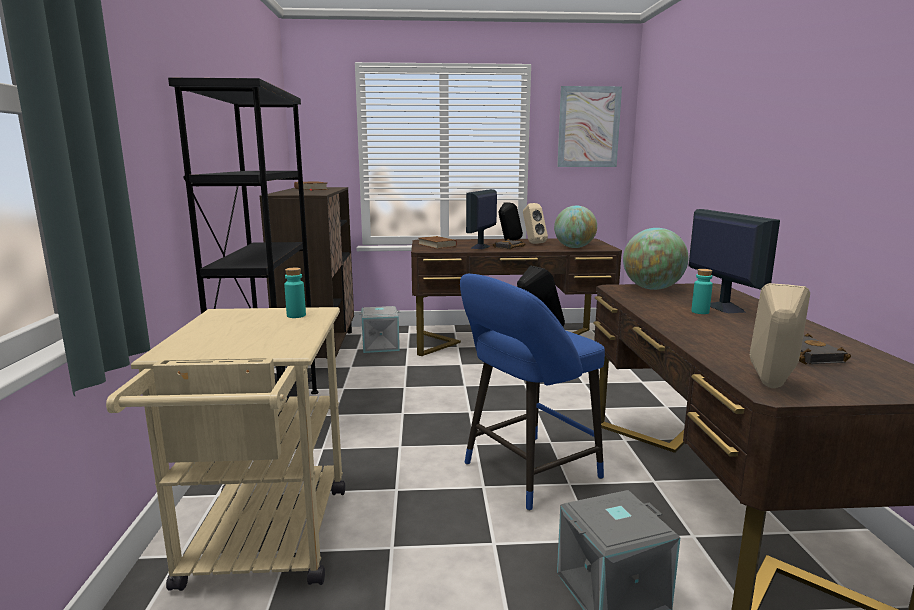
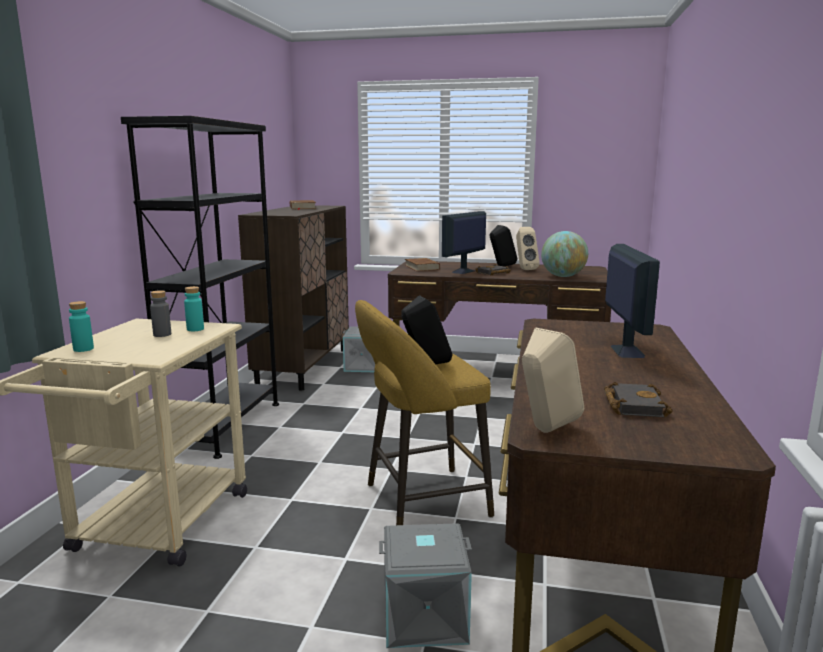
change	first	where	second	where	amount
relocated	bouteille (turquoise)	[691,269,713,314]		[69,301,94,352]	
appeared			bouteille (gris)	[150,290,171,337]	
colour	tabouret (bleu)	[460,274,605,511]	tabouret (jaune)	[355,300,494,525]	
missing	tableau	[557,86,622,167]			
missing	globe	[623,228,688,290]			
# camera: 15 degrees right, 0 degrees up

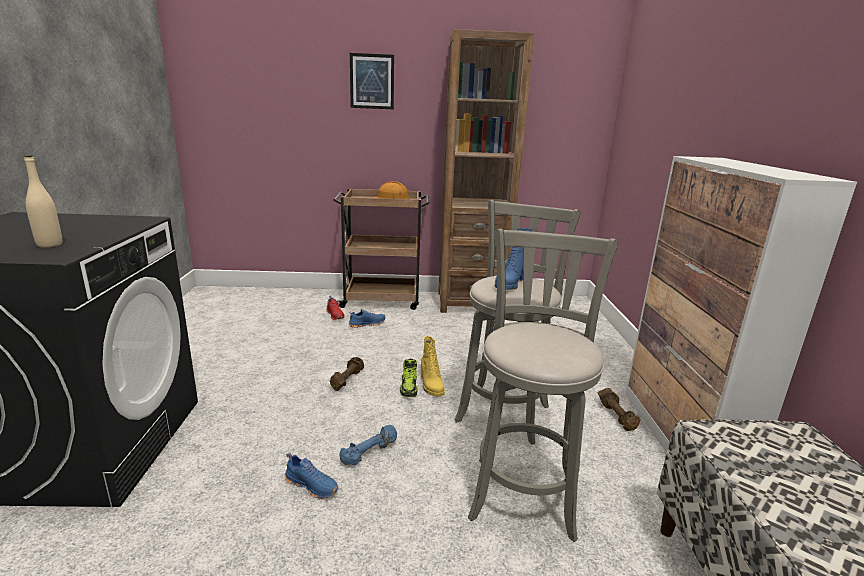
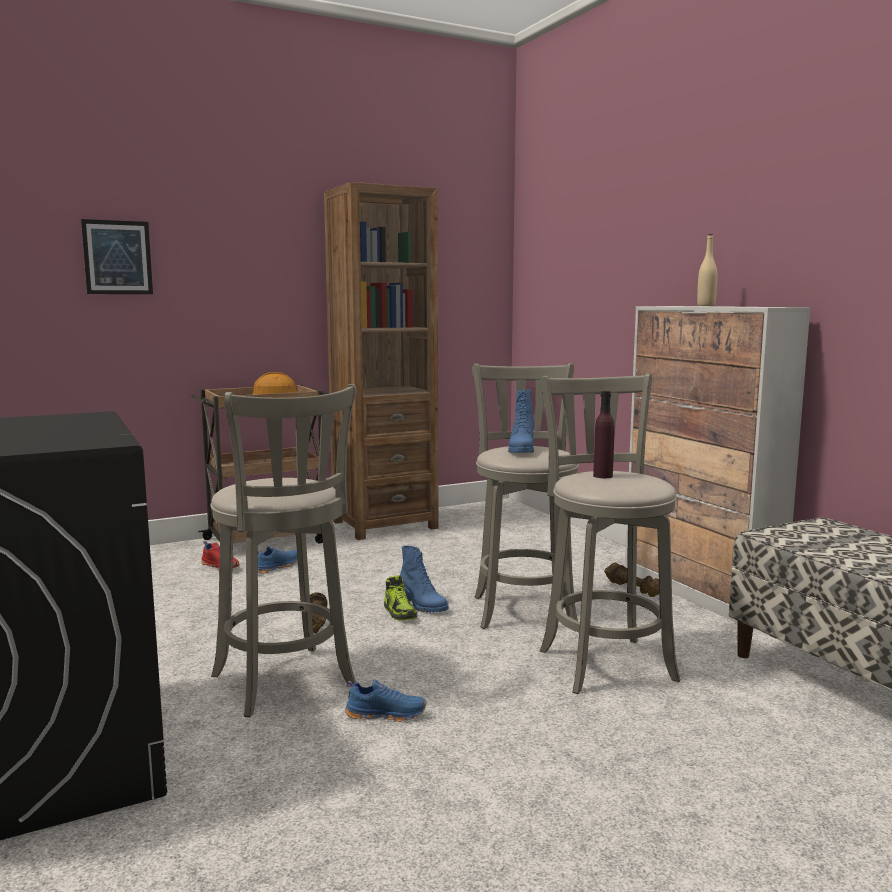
change	first	where	second	where	amount
relocated	tableau	[350,53,394,109]		[81,219,153,294]	
appeared			tabouret (gris)	[210,384,356,717]	
colour	botte (jaune)	[421,336,445,397]	botte (bleu)	[400,546,449,613]	
appeared			bouteille (violet)	[593,391,614,478]	
relocated	bouteille (beige)	[24,155,62,248]		[697,234,718,306]	
missing	haltère (bleu)	[340,425,397,466]			
# camera: 25 degrees left, 10 degrees down

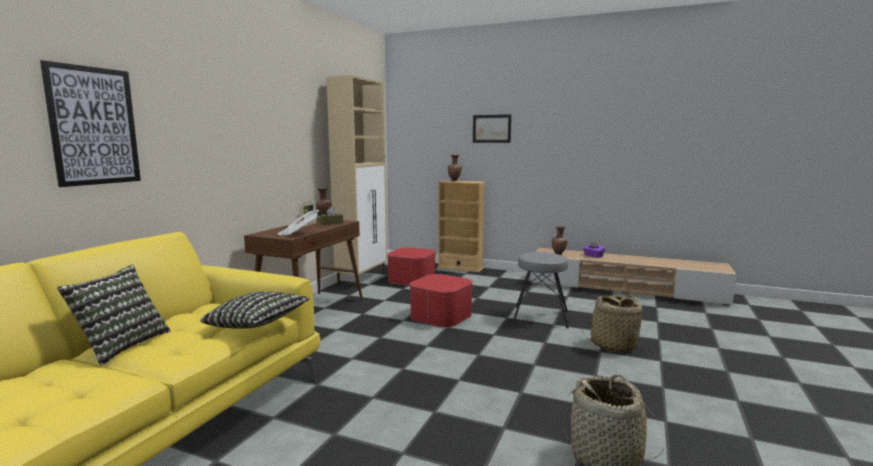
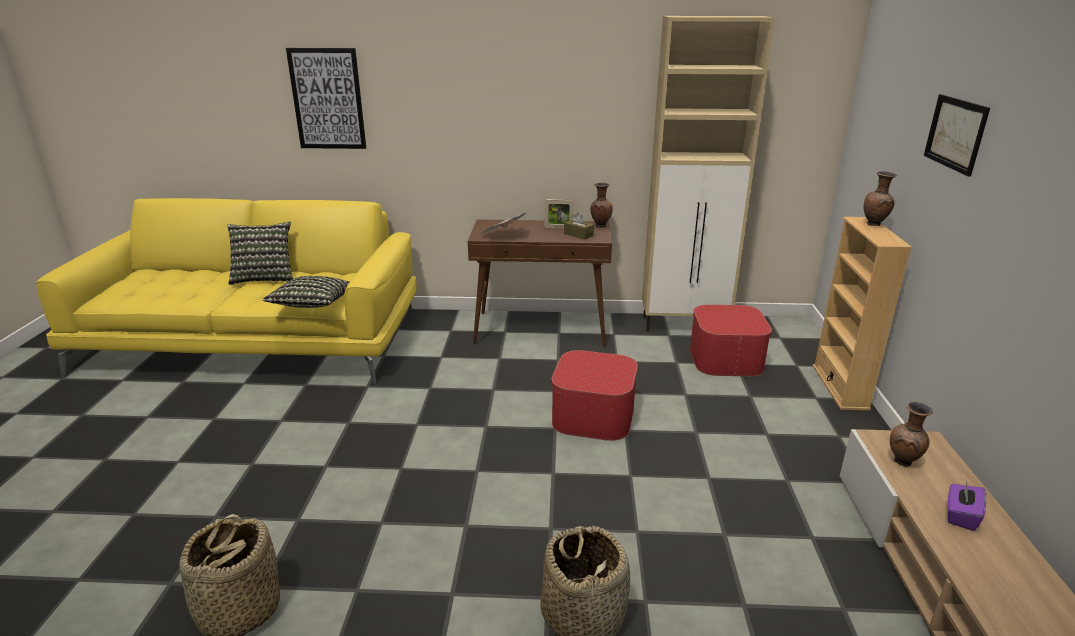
change	first	where	second	where	amount
missing	tabouret (gris)	[512,252,569,328]			
# camera: 70 degrees right, 15 degrees up

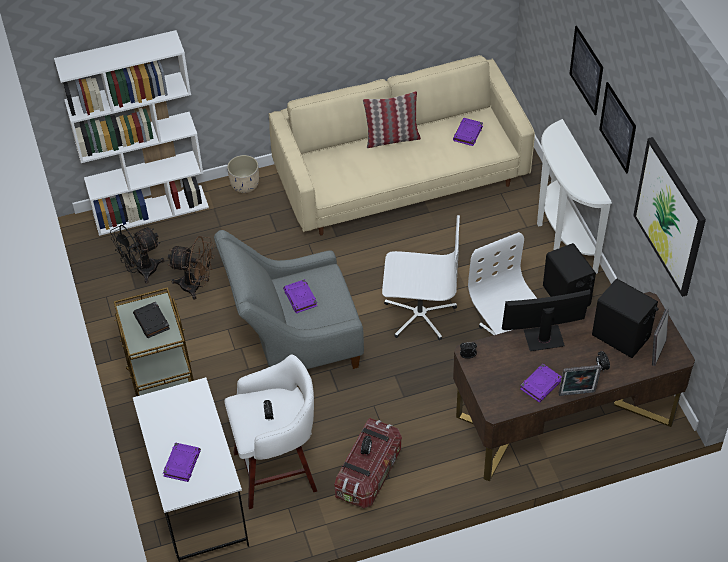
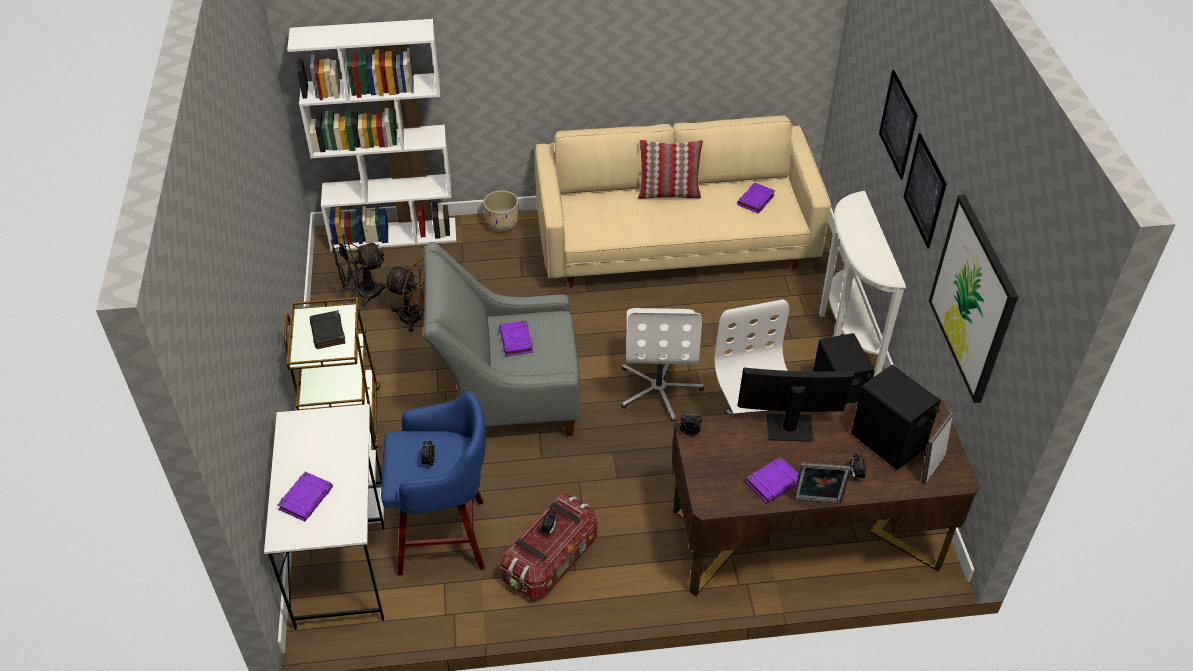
change	first	where	second	where	amount
colour	tabouret (blanc)	[225,355,317,509]	tabouret (bleu)	[381,390,486,576]	
spun	chaise de bureau (blanc)	[382,215,460,340]		[621,308,704,422]	75 degrees clockwise
# camera: 10 degrees right, 5 degrees down

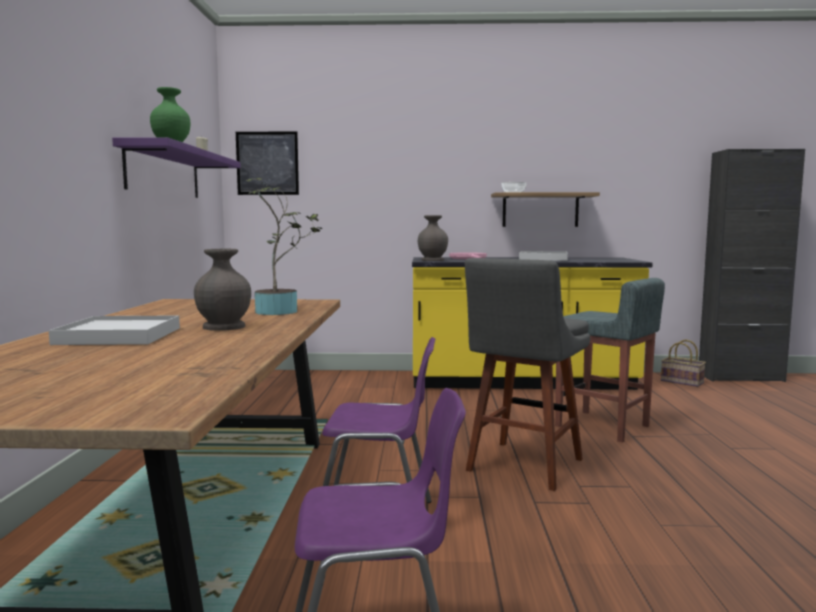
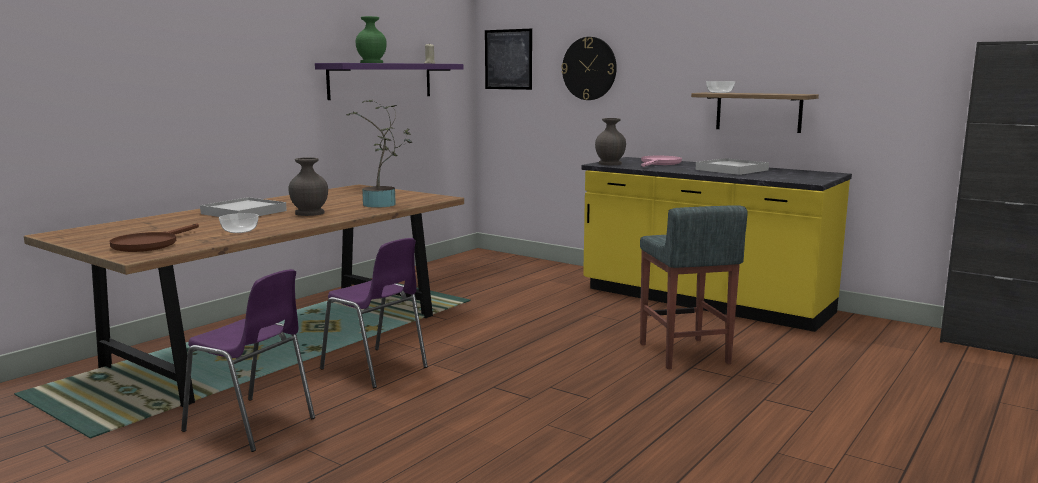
change	first	where	second	where	amount
appeared			poêle (marron)	[110,223,199,252]	
appeared			bol	[219,213,259,233]	
appeared			horloge murale	[561,37,617,100]	
missing	tabouret (gris)	[465,258,590,491]			
missing	panier	[661,339,706,387]			
# camera: 35 degrees right, 5 degrees up

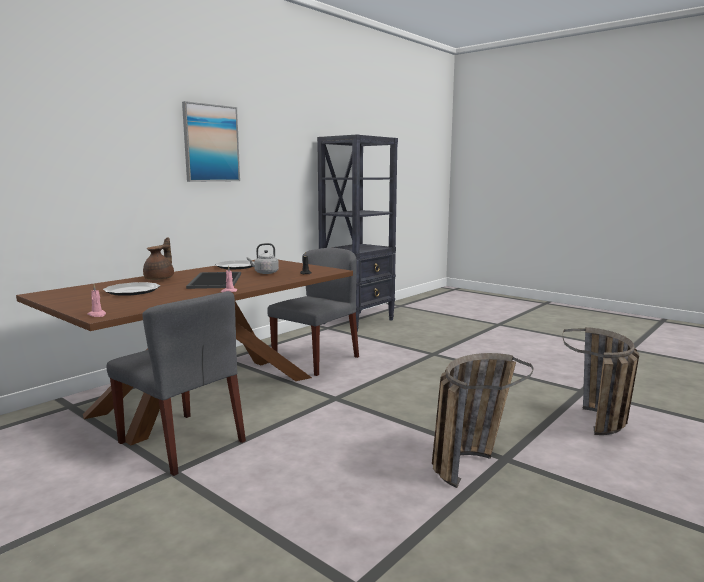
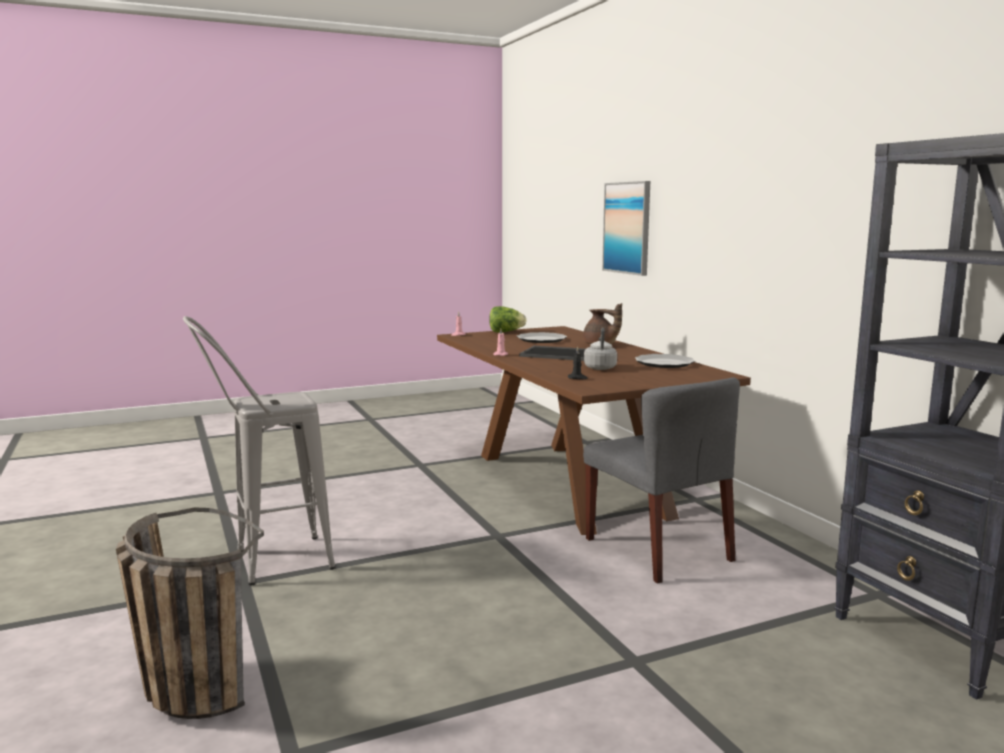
change	first	where	second	where	amount
exchanged	panier	[432,353,533,488]	tabouret (gris)	[183,316,335,585]	
appeared			laitue	[489,306,526,333]	
relocated	tableau	[182,101,240,182]		[602,181,650,276]	
missing	chaise (gris)	[107,291,246,476]			
# camera: 115 degrees right, 0 degrees up

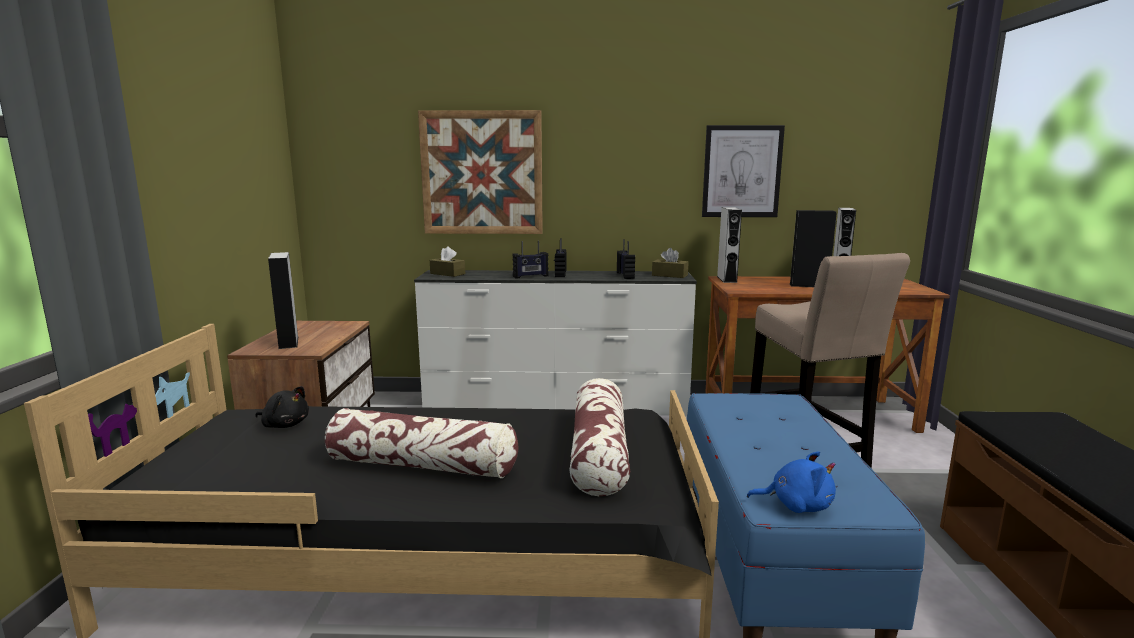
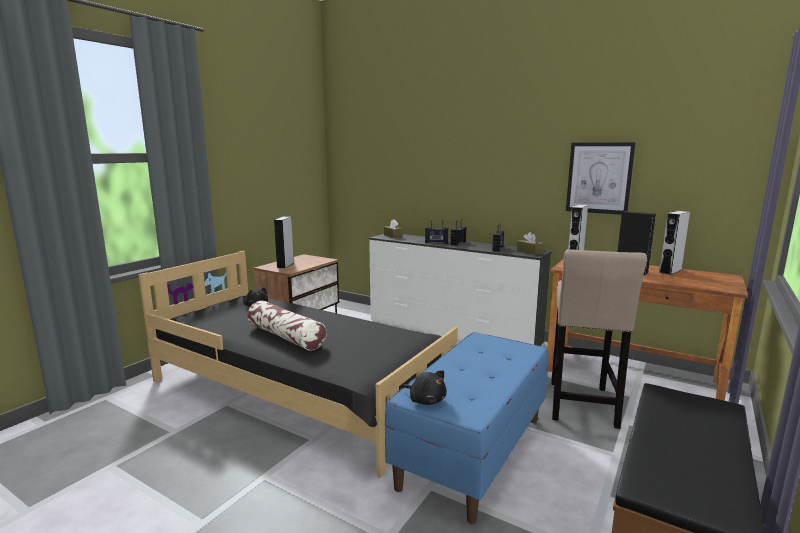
change	first	where	second	where	amount
colour	peluche (bleu)	[747,451,836,513]	peluche (noir)	[402,370,447,405]	
missing	tableau	[418,110,543,234]			
missing	coussin	[569,378,630,496]			
# camera: 30 degrees right, 0 degrees up

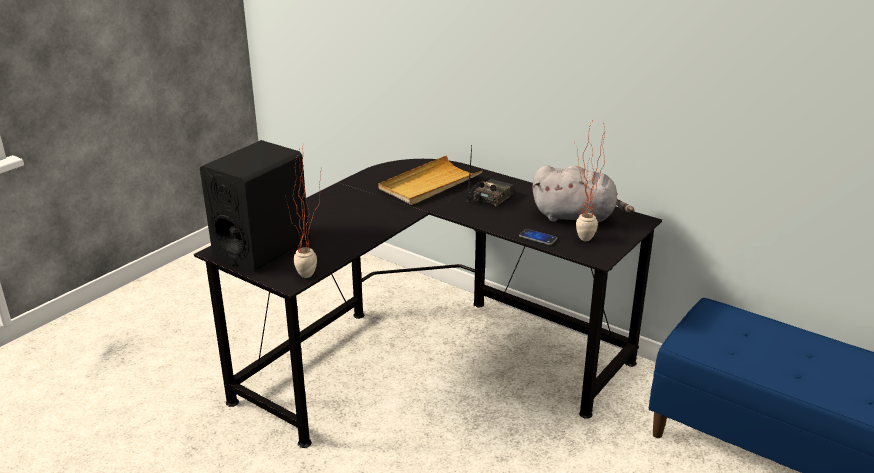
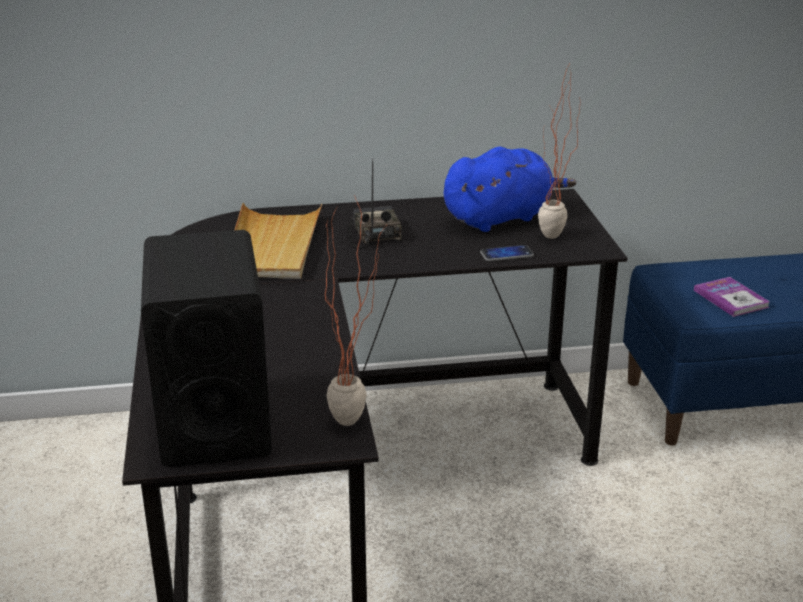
change	first	where	second	where	amount
colour	peluche (gris)	[532,165,635,223]	peluche (bleu)	[444,147,576,232]	
appeared			livre	[694,277,770,317]	
# camera: 45 degrees left, 0 degrees up

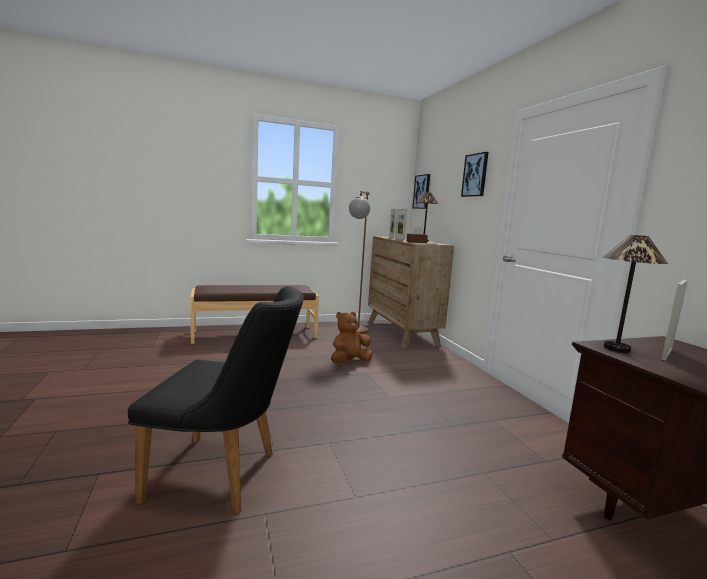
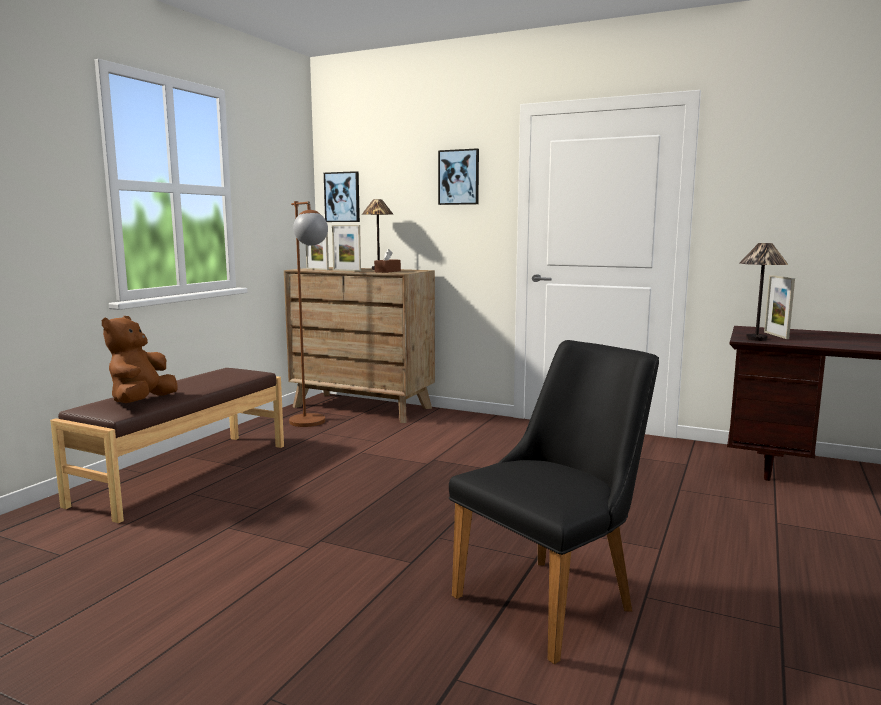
change	first	where	second	where	amount
relocated	peluche (marron)	[331,312,372,363]		[102,316,178,403]	
# camera: 45 degrees left, 0 degrees up

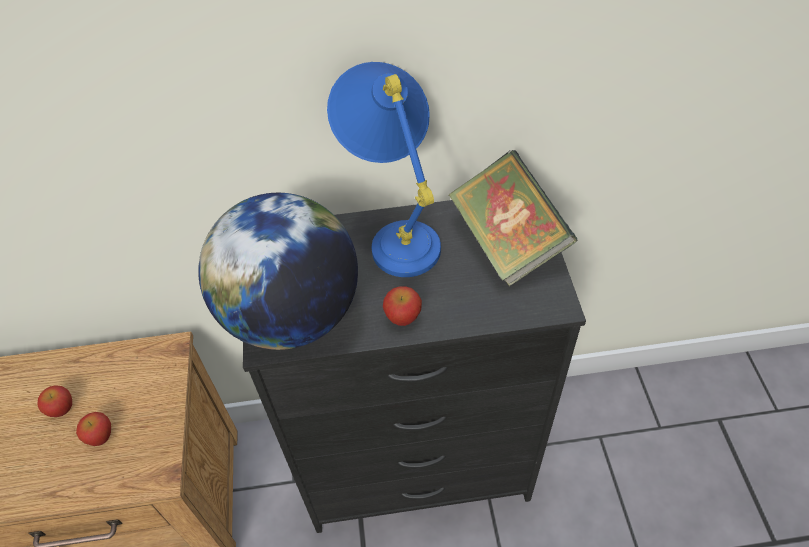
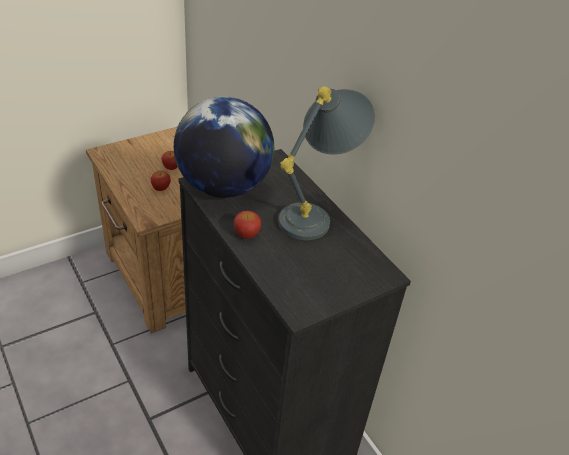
change	first	where	second	where	amount
colour	lampe de table (bleu)	[327,62,441,277]	lampe de table (gris)	[279,86,375,240]	
missing	livre	[448,150,577,286]			
# camera: 60 degrees right, 10 degrees down

